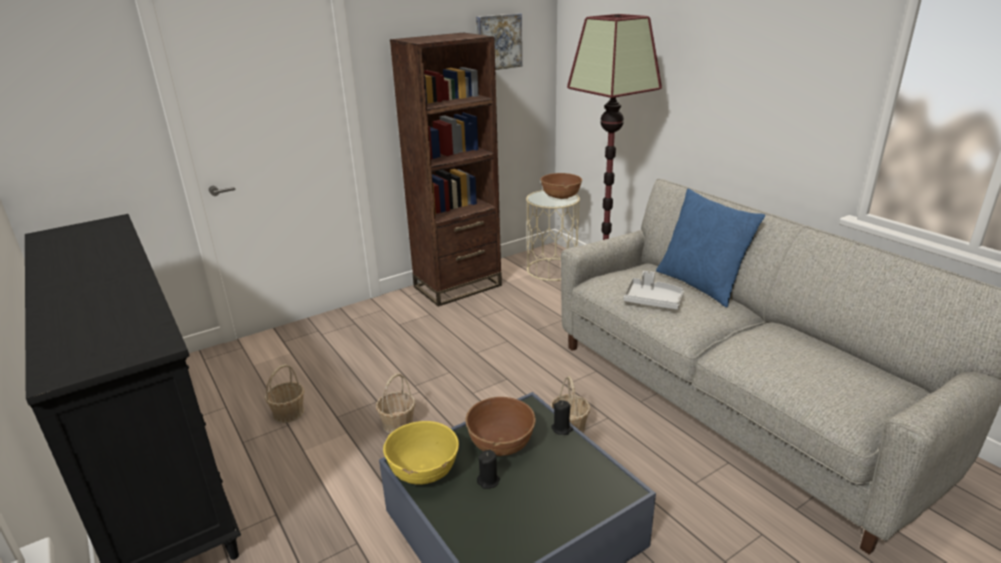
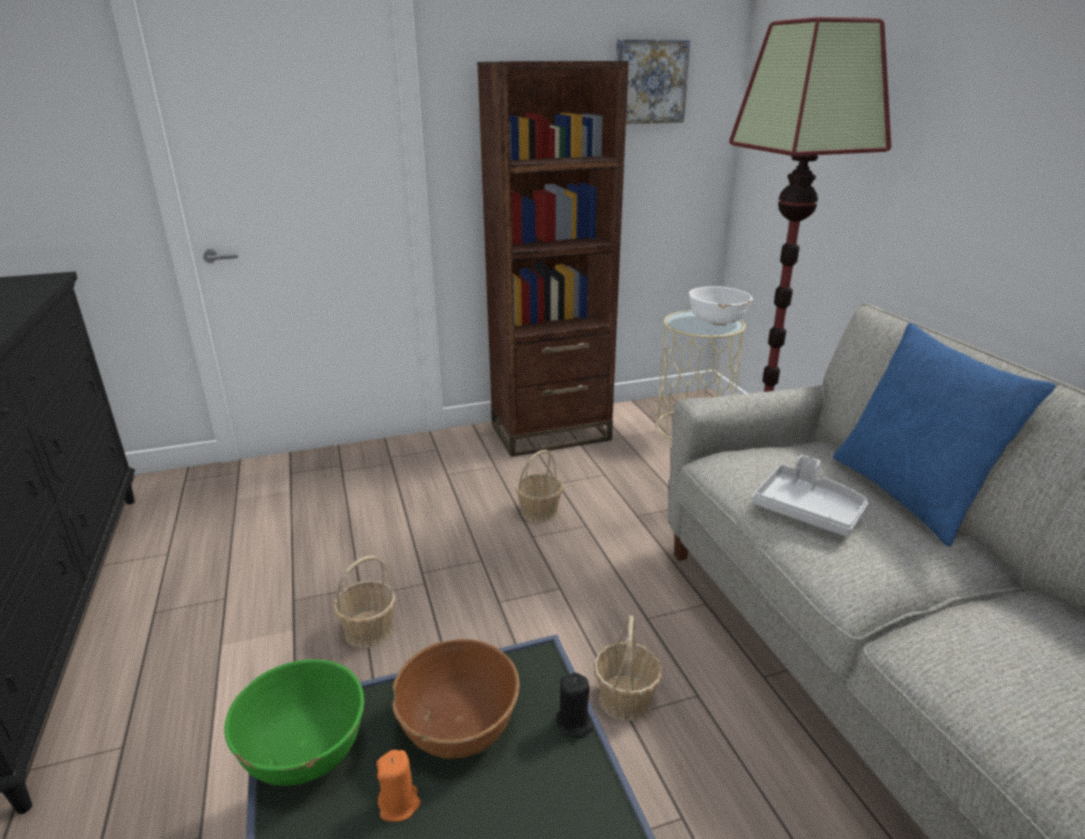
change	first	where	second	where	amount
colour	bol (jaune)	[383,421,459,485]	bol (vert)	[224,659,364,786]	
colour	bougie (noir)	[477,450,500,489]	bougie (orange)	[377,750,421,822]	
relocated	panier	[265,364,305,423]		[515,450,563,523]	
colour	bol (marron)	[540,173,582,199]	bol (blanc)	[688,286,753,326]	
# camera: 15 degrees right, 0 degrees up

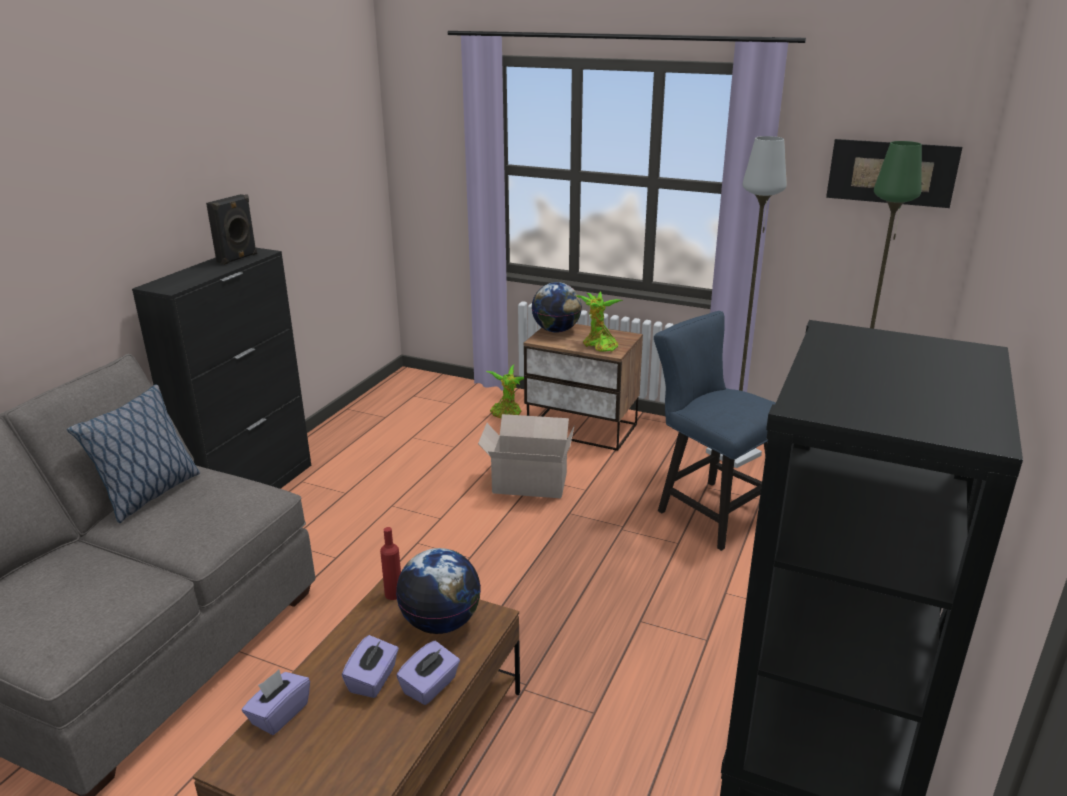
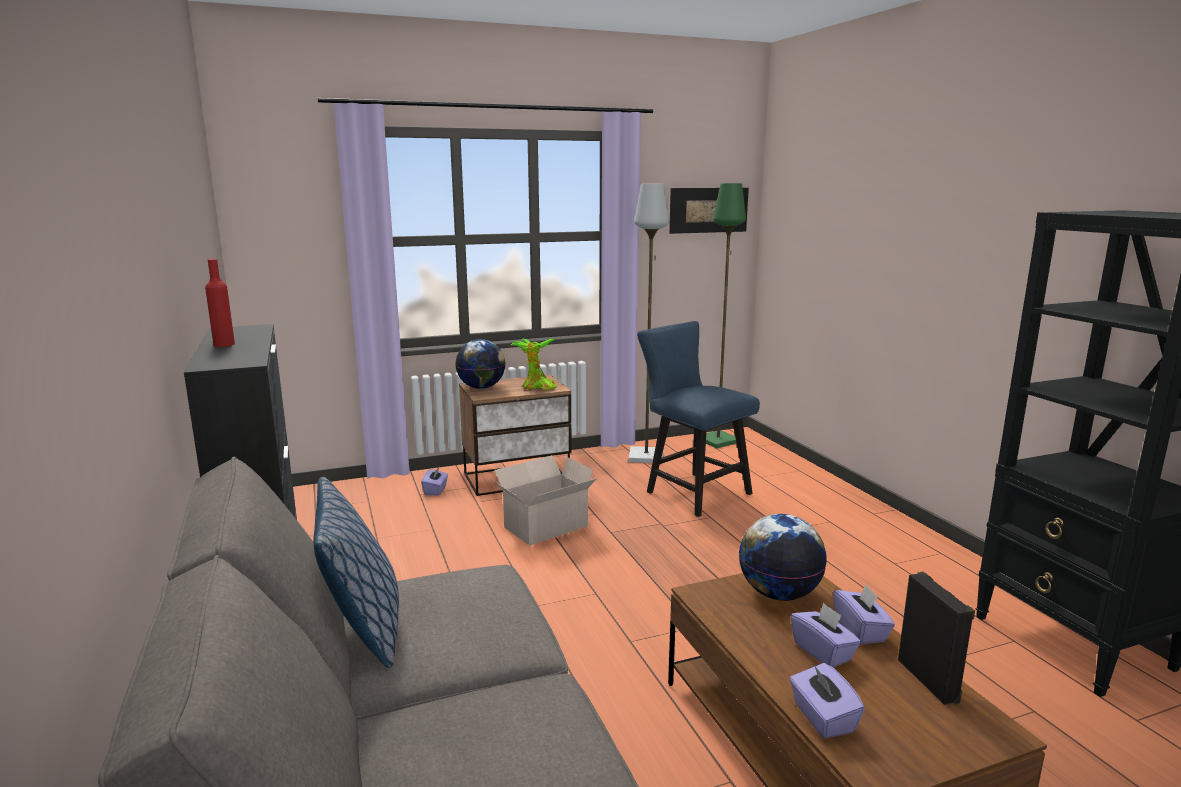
change	first	where	second	where	amount
relocated	bouteille (rouge)	[380,527,401,600]		[205,259,235,347]	
exchanged	plante en pot	[486,364,524,418]	boîte à mouchoirs (violet)	[421,466,448,496]	
spun	chaise (bleu)	[654,311,776,551]		[637,321,760,517]	45 degrees clockwise
relocated	enceinte (noir)	[206,194,257,265]		[898,572,975,705]	
# camera: 45 degrees left, 10 degrees down

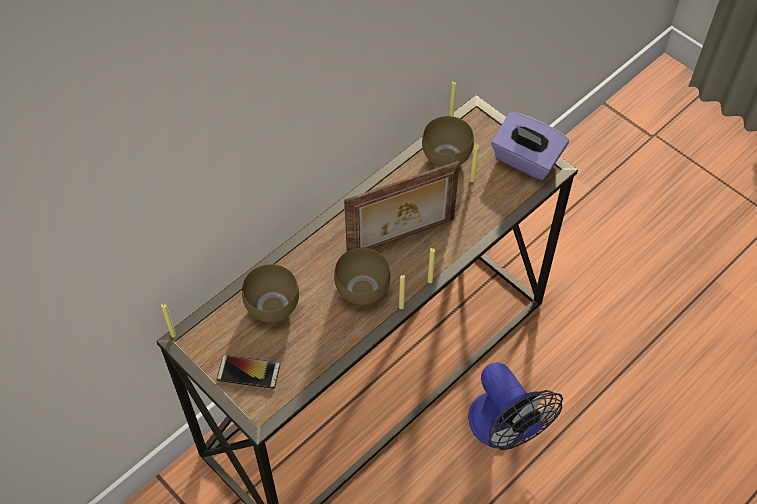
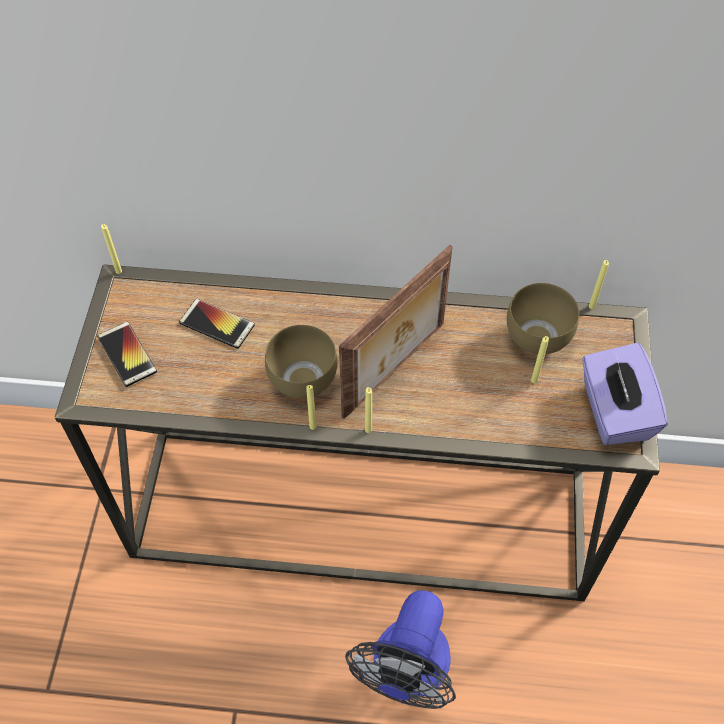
change	first	where	second	where	amount
exchanged	bol (marron)	[242,264,299,322]	téléphone	[179,299,255,349]	
spun	cadre photo	[344,161,460,251]		[339,245,453,419]	75 degrees counterclockwise
# camera: 50 degrees right, 0 degrees up

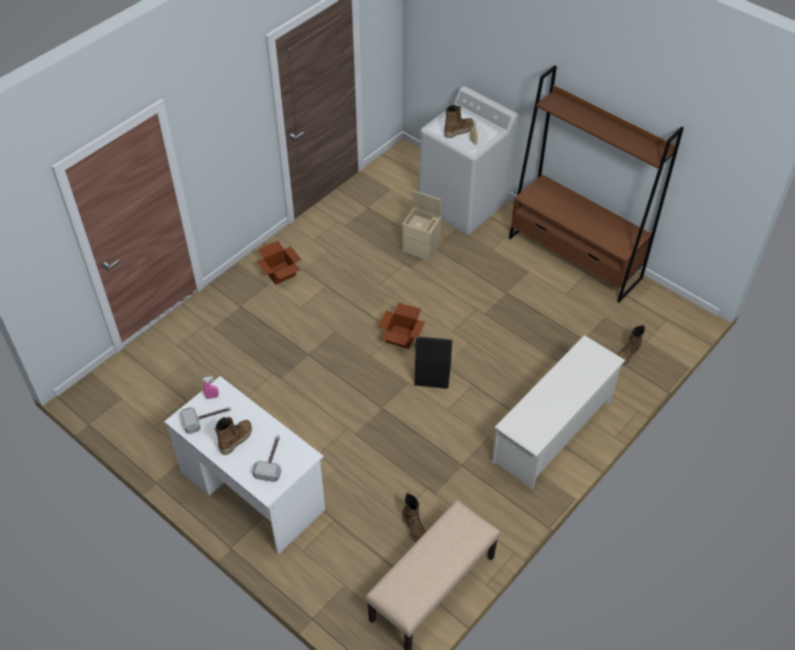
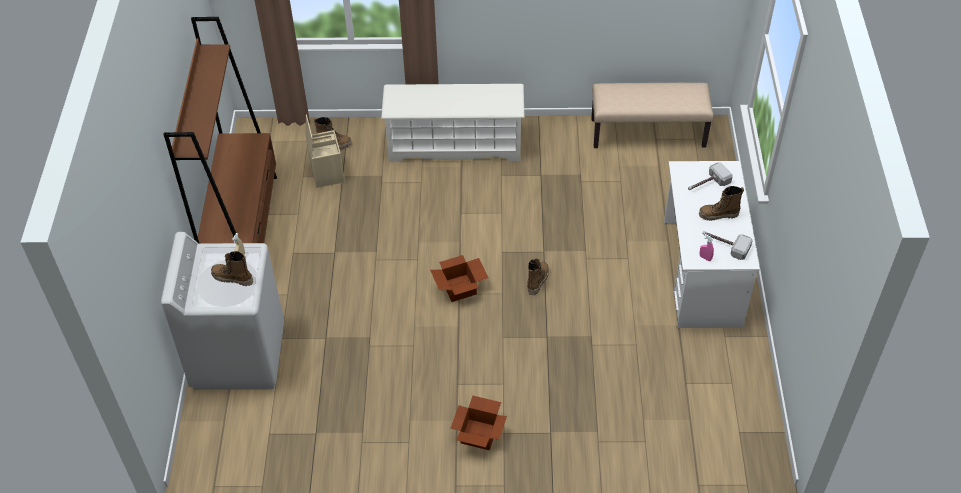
change	first	where	second	where	amount
relocated	boîte de rangement (beige)	[402,190,442,260]		[305,114,345,188]	
relocated	botte	[402,492,426,542]		[527,259,549,295]	
missing	boîte de rangement (noir)	[415,337,452,389]			
# camera: 130 degrees left, 0 degrees up

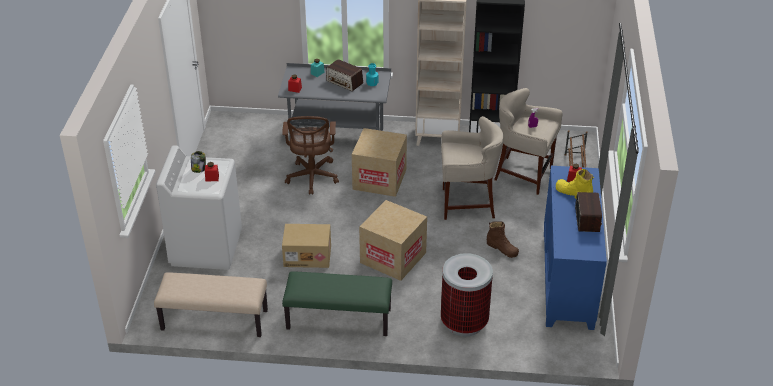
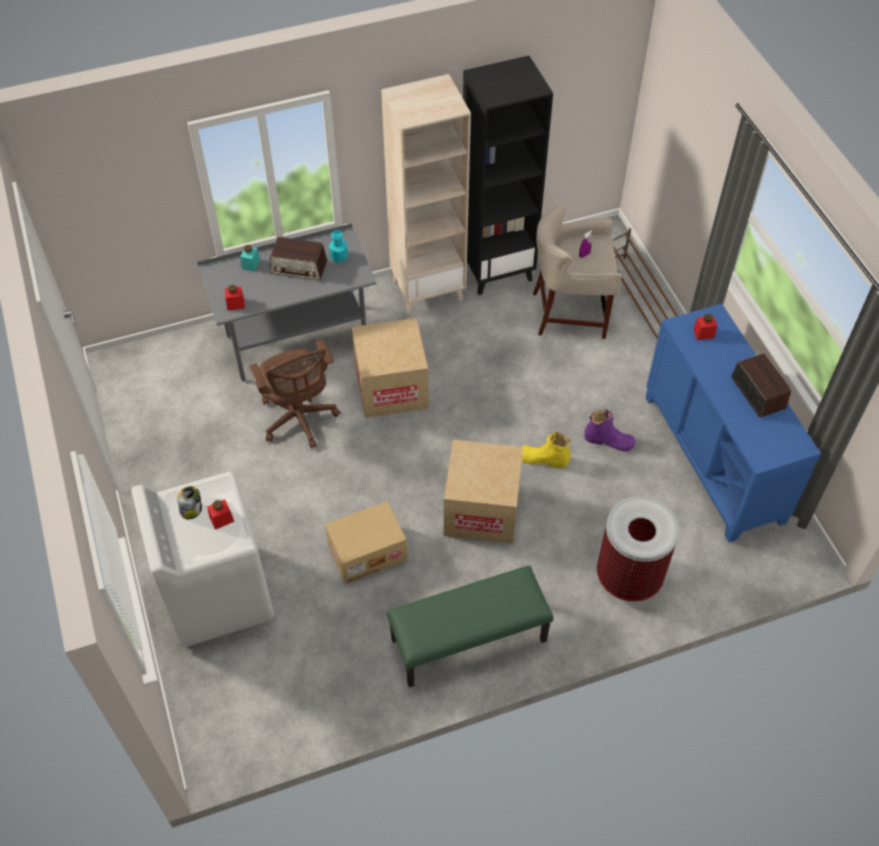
change	first	where	second	where	amount
relocated	botte (jaune)	[556,169,594,198]		[522,432,571,468]	
colour	botte (marron)	[487,221,519,258]	botte (violet)	[584,409,635,452]	
missing	banc (beige)	[154,272,268,337]			
missing	tabouret (beige)	[441,116,504,220]			
# camera: 25 degrees left, 15 degrees up

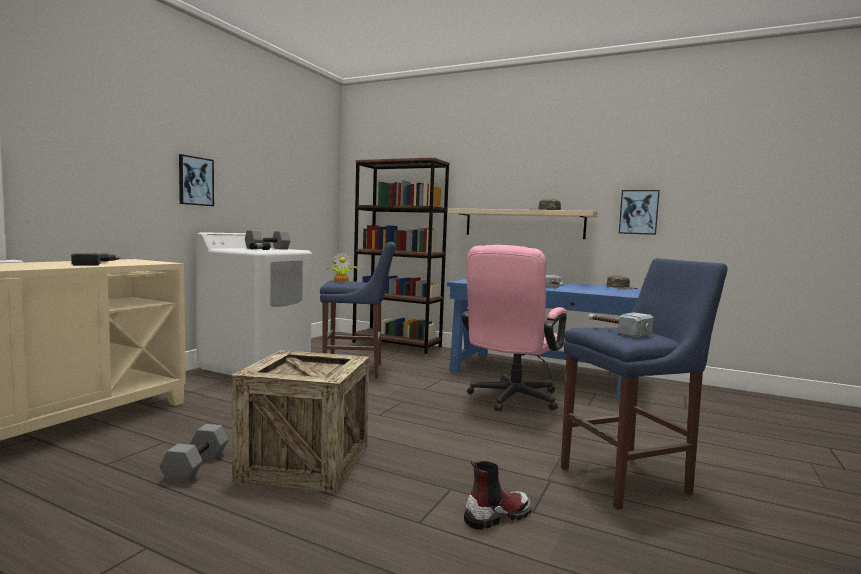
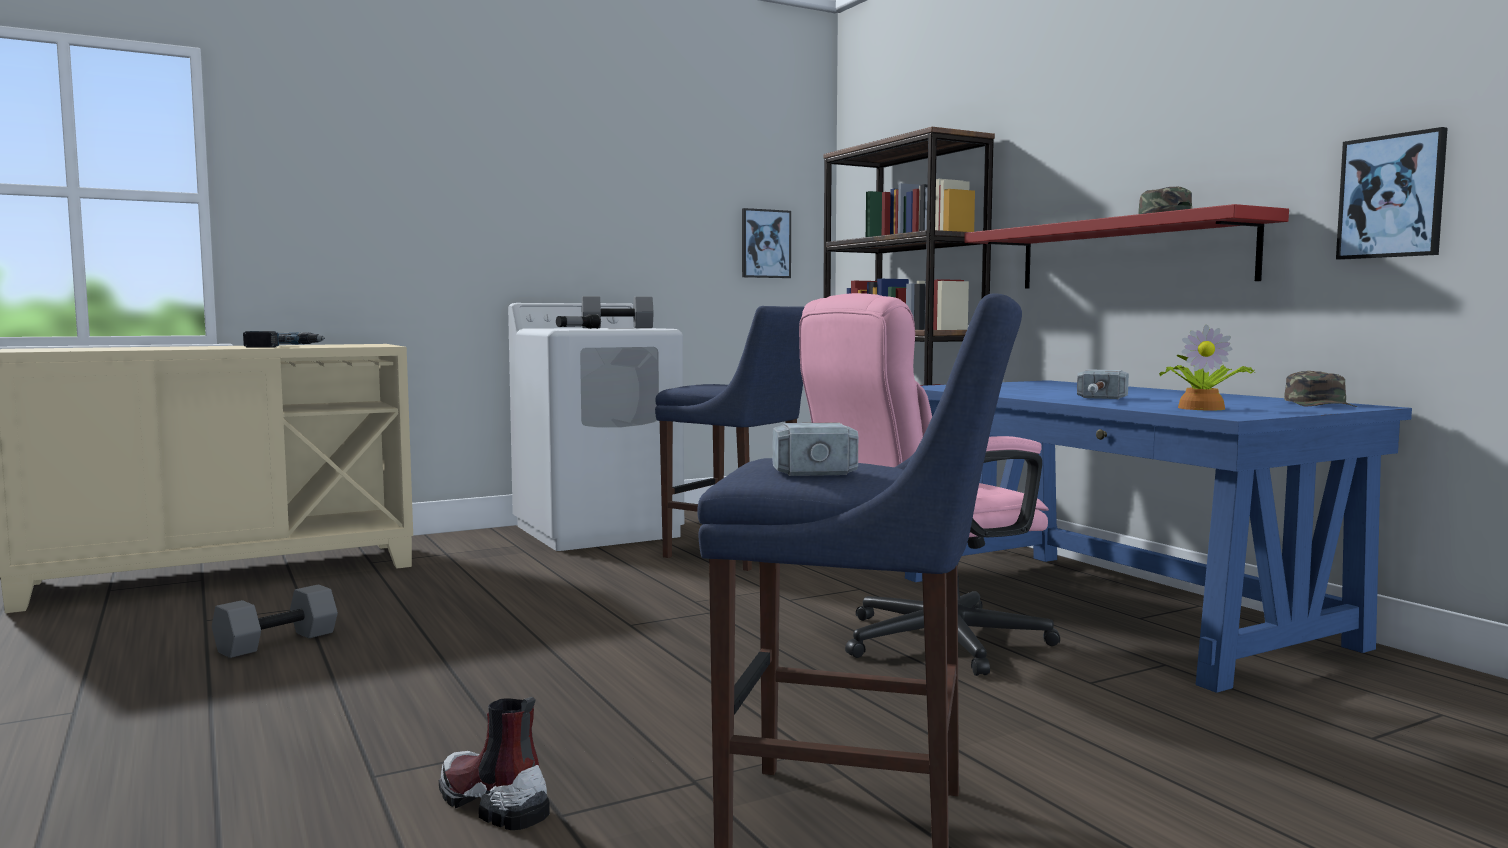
change	first	where	second	where	amount
spun	botte	[464,460,532,530]		[439,697,549,830]	150 degrees counterclockwise
relocated	tableau	[179,154,214,206]		[742,208,791,278]	
colour	étagère (beige)	[448,208,598,239]	étagère (rouge)	[964,204,1289,289]	
relocated	plante en pot	[327,251,358,282]		[1159,325,1254,410]	
missing	caisse	[232,350,370,493]			
# camera: 35 degrees right, 0 degrees up

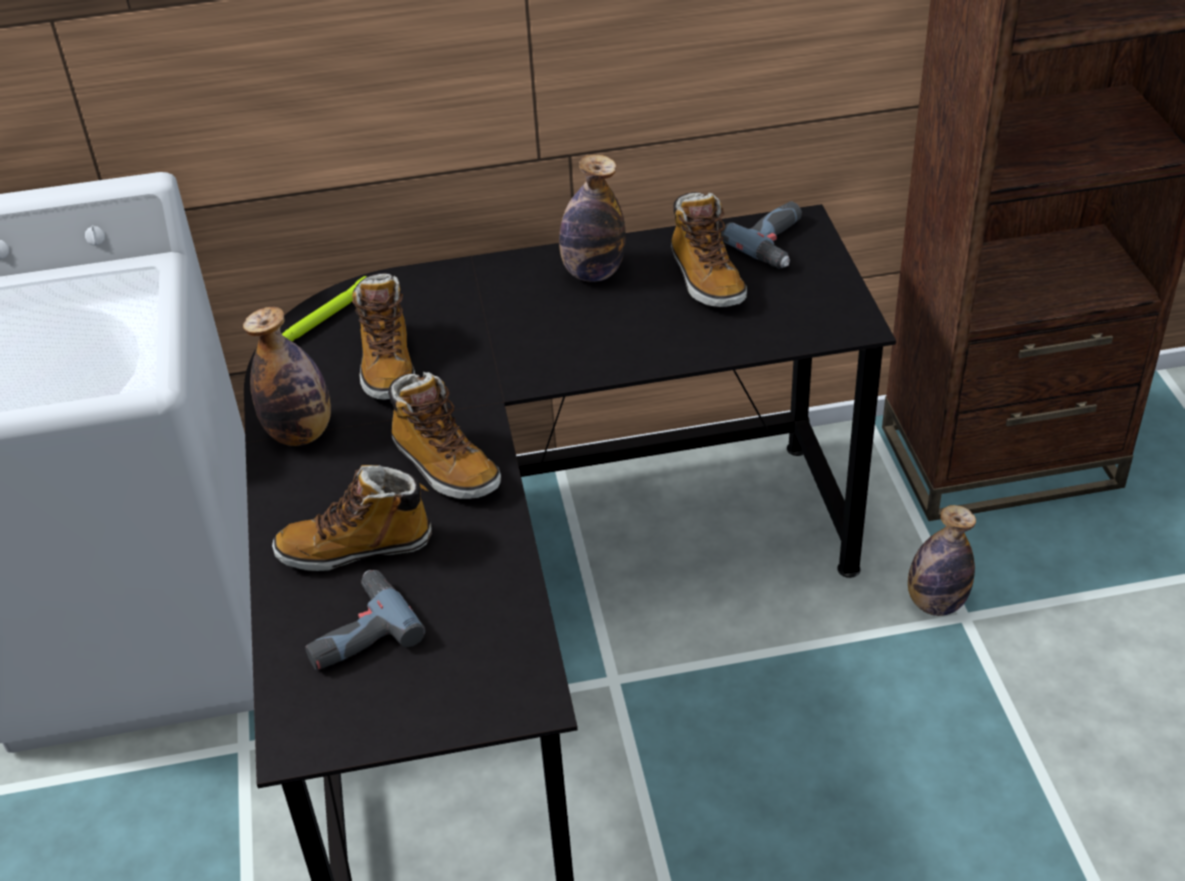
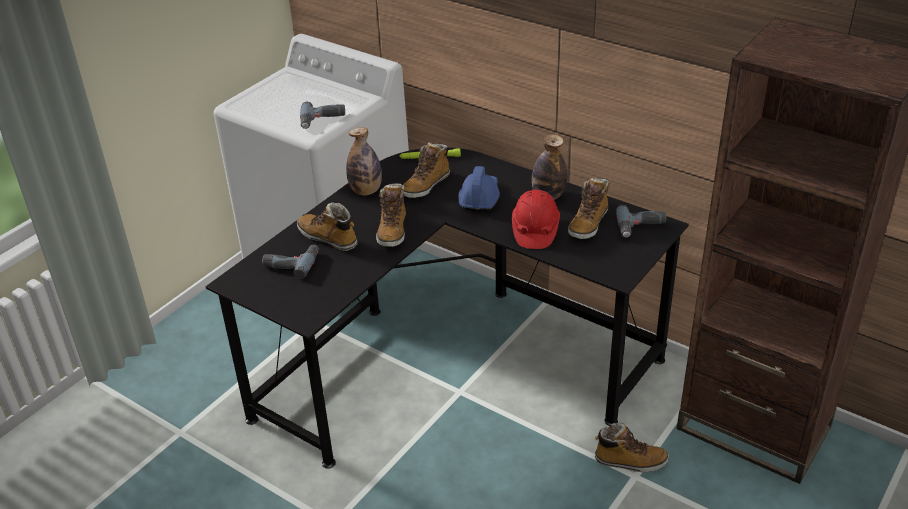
change	first	where	second	where	amount
appeared			perceuse	[300,102,345,129]	
appeared			casque de chantier (bleu)	[458,166,500,211]	
appeared			casque de chantier (rouge)	[512,190,560,249]	
exchanged	bouteille	[908,505,976,616]	botte	[595,423,669,472]	
# camera: 45 degrees right, 5 degrees down

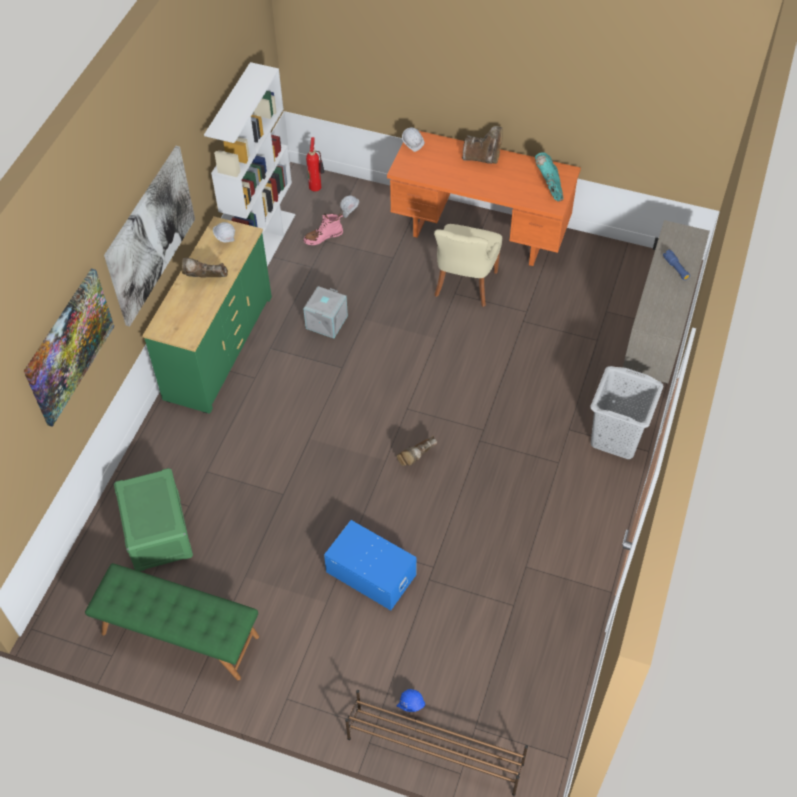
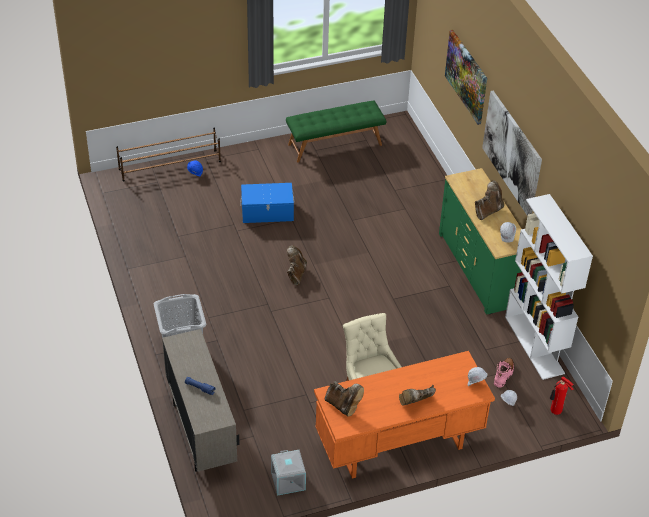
change	first	where	second	where	amount
relocated	boîte de rangement (gris)	[303,286,348,338]		[271,450,306,496]	
colour	botte (turquoise)	[535,152,563,201]	botte (marron)	[325,381,364,417]	
missing	boîte de rangement (vert)	[114,468,193,572]			
# camera: 140 degrees right, 10 degrees down

